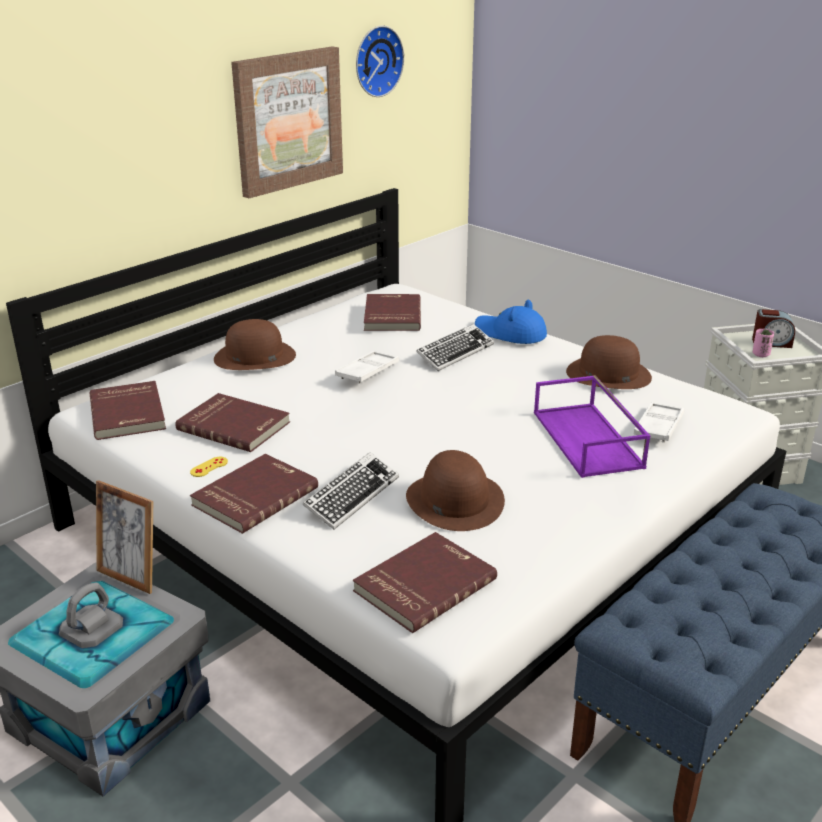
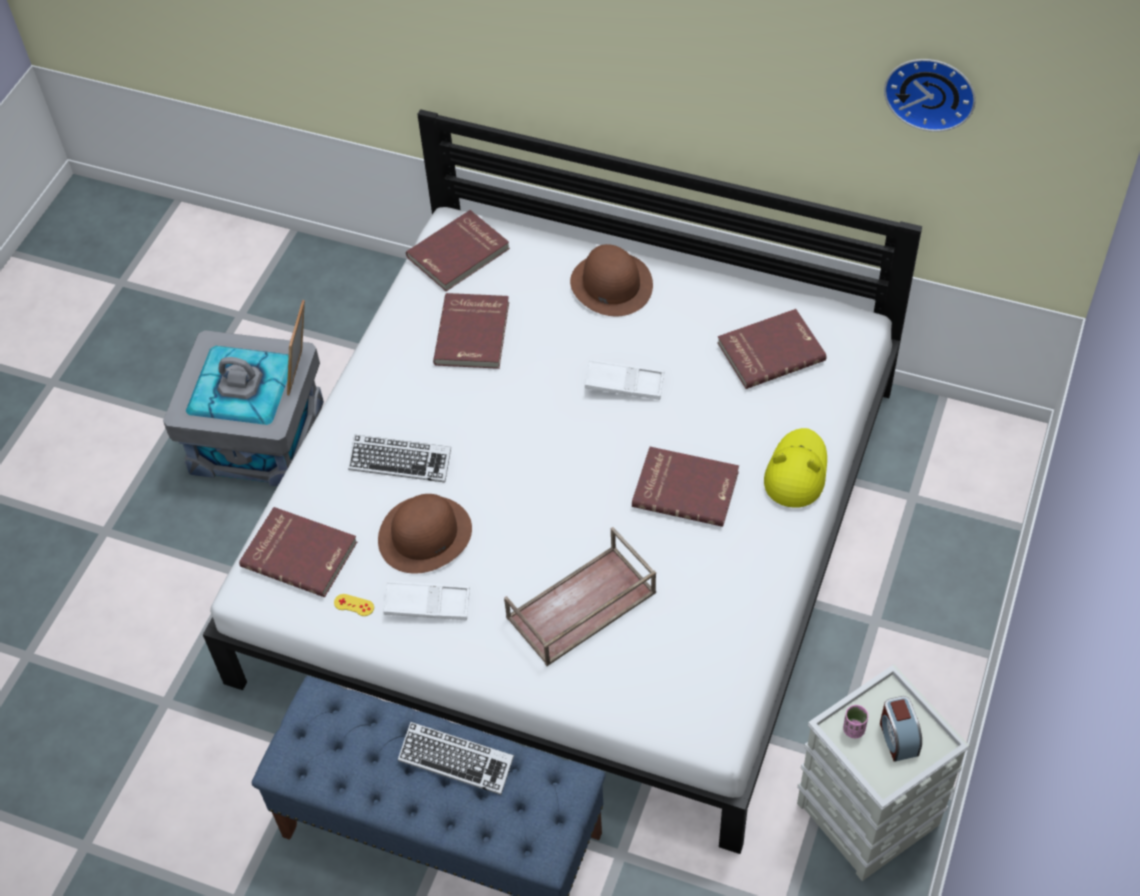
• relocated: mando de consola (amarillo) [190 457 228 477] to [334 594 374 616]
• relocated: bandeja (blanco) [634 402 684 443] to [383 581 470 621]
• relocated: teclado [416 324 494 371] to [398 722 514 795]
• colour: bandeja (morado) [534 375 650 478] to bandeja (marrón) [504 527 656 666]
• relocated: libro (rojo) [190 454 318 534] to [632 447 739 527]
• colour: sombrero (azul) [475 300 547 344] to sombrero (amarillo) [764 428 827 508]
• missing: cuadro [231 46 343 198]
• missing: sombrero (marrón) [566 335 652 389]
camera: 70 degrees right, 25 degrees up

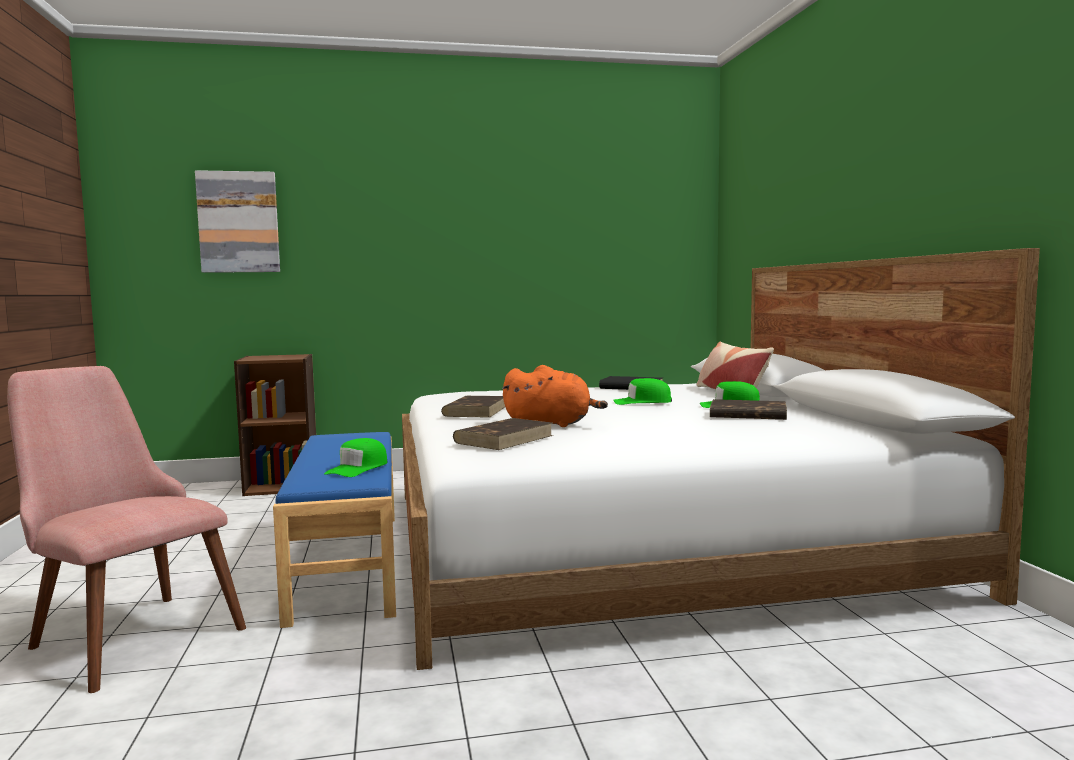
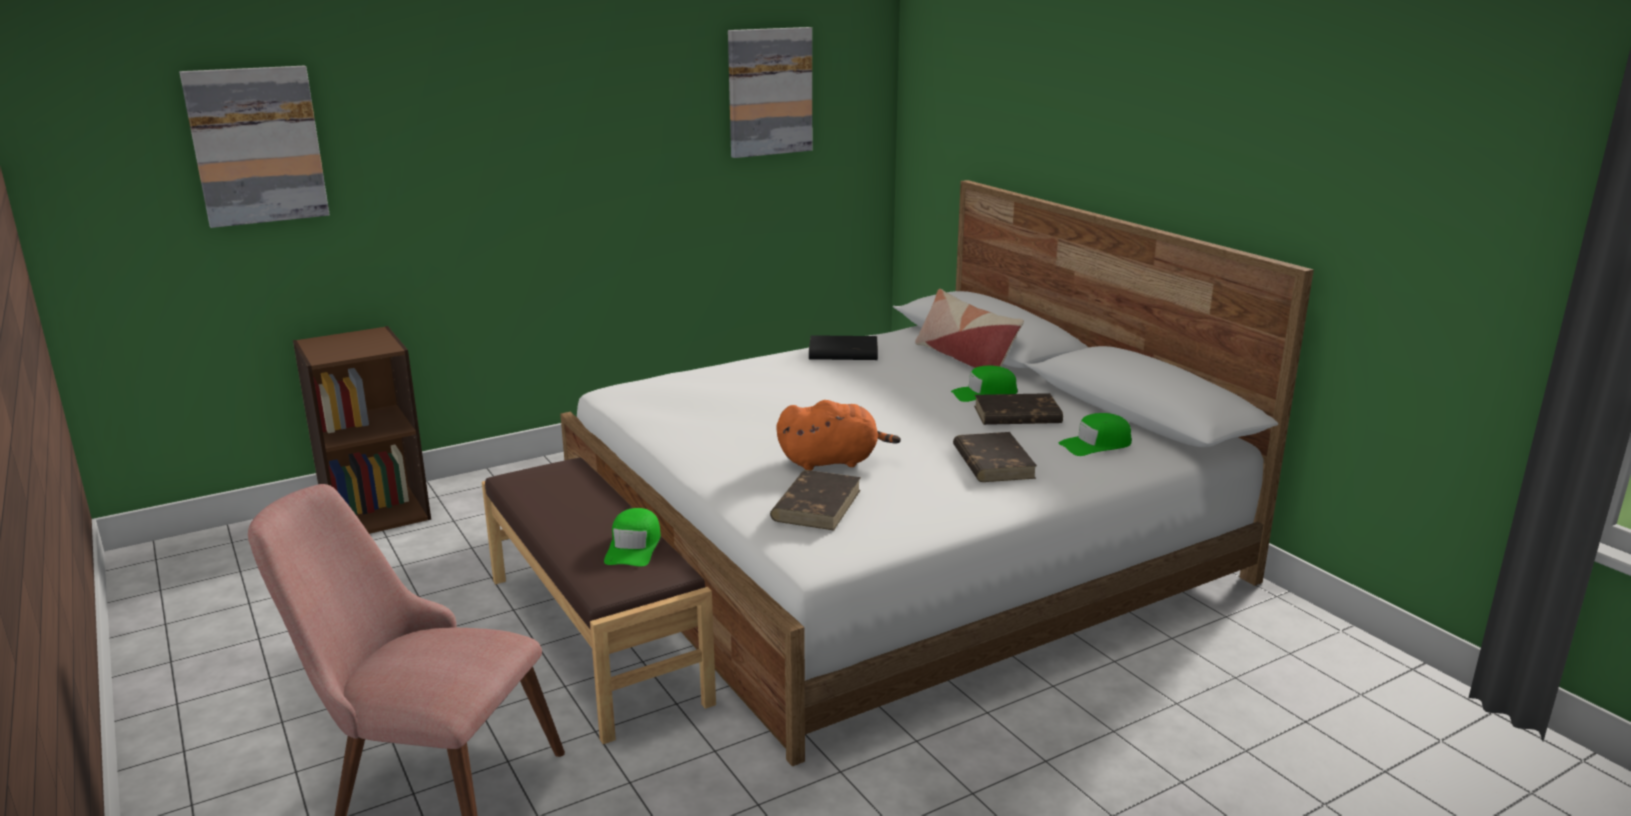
• colour: banco (azul) [273 432 396 628] to banco (marrón) [482 458 716 744]
• appeared: cuadro [728 27 812 158]
• relocated: libro (marrón) [441 396 505 418] to [953 432 1037 482]
• relocated: gorra (verde) [613 378 672 405] to [1058 413 1132 456]
camera: 20 degrees left, 15 degrees up

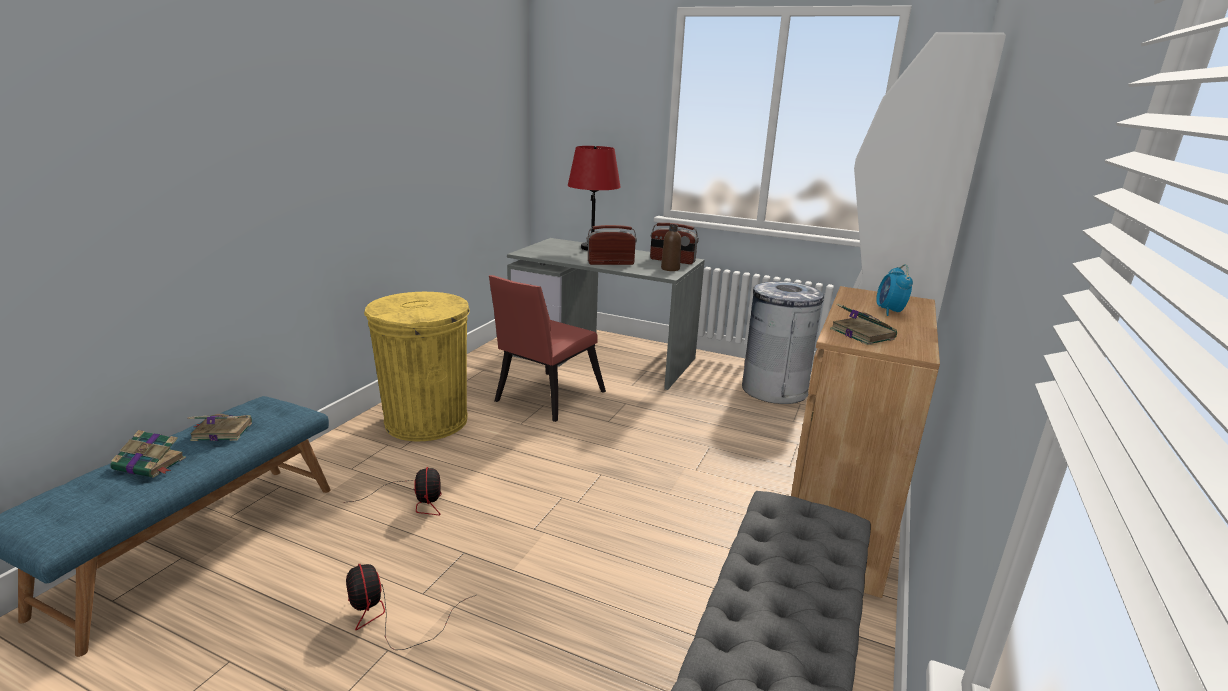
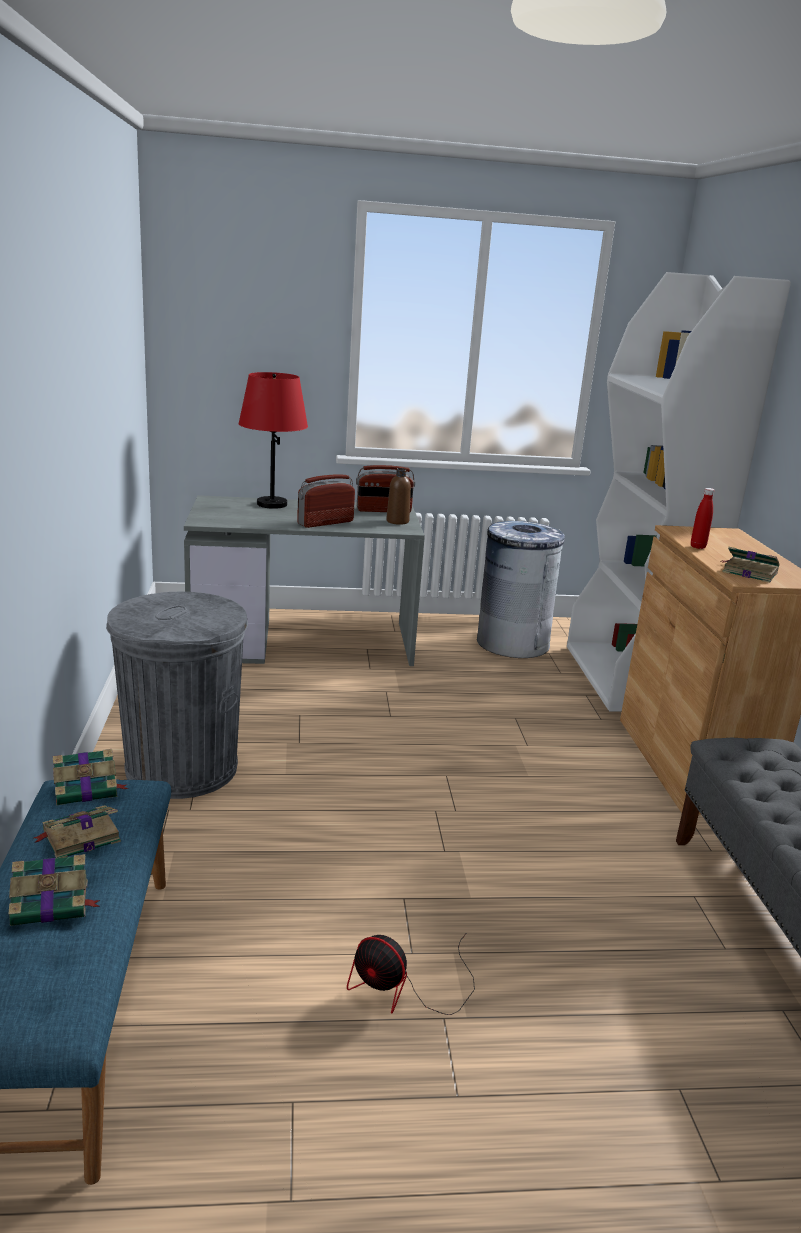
• appeared: libro [53 749 128 805]
• colour: papelera (amarillo) [364 292 470 441] to papelera (gris) [106 592 248 799]
• appeared: botella (rojo) [691 488 715 549]
• missing: ventilador [350 467 442 515]
• missing: silla (rojo) [489 275 606 422]
• missing: despertador [876 264 913 316]
camera: 30 degrees left, 0 degrees up

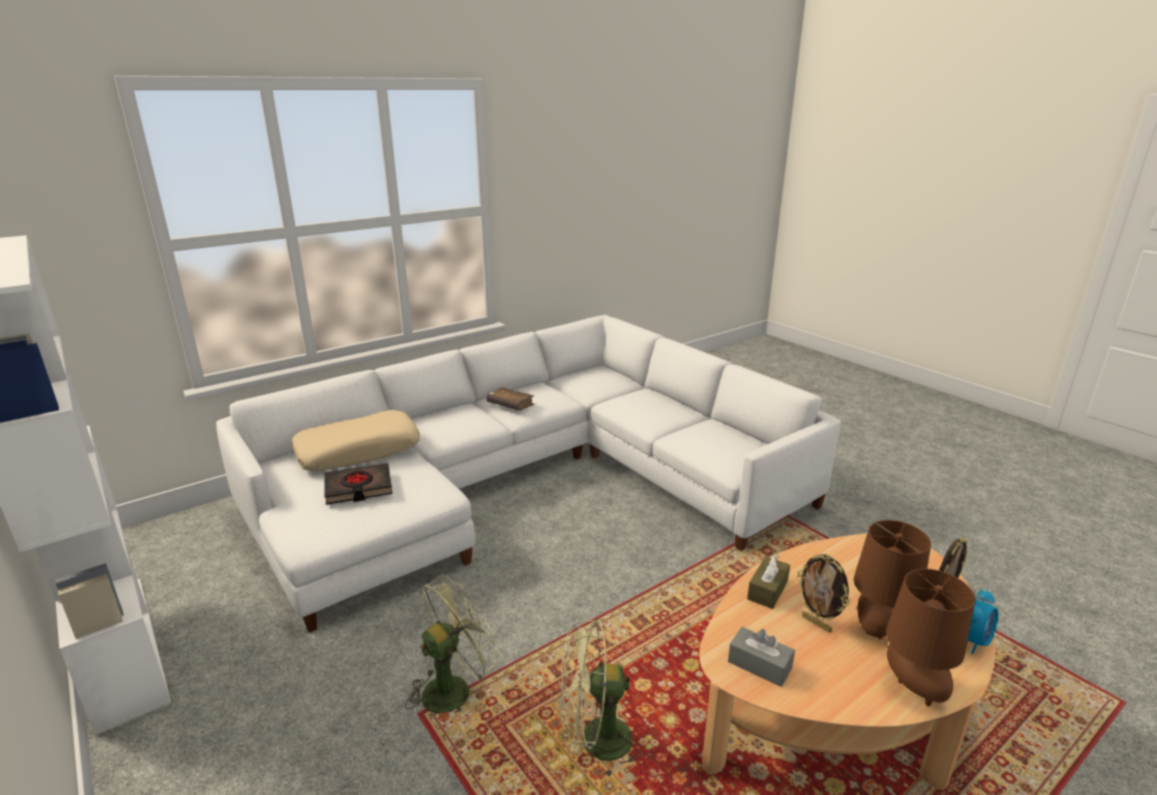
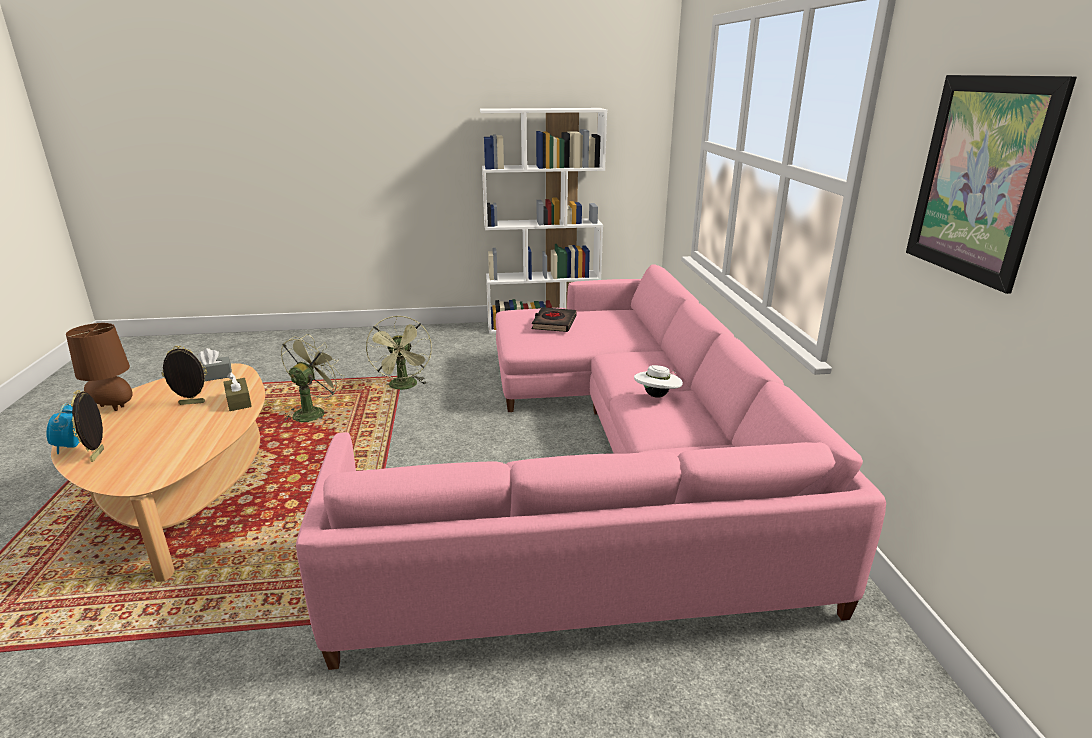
• colour: sofá (blanco) [216 315 841 633] to sofá (rosa) [296 265 886 670]
• exchanged: libro (marrón) [486 387 534 411] to sombrero (blanco) [634 365 683 398]
• appeared: cuadro [906 75 1077 294]
• missing: cojín (beis) [292 410 420 471]
• missing: lámpara de mesa (marrón) [854 520 931 639]
camera: 120 degrees right, 0 degrees up

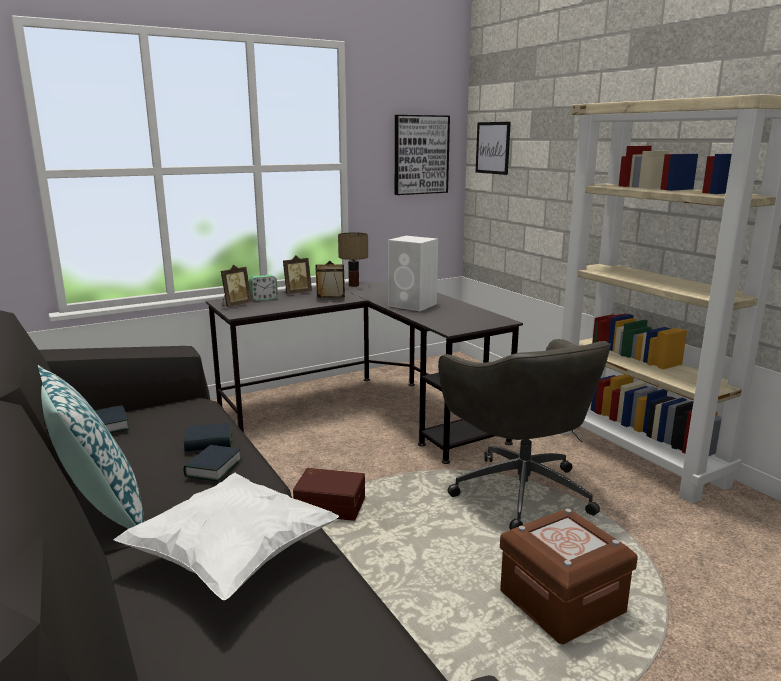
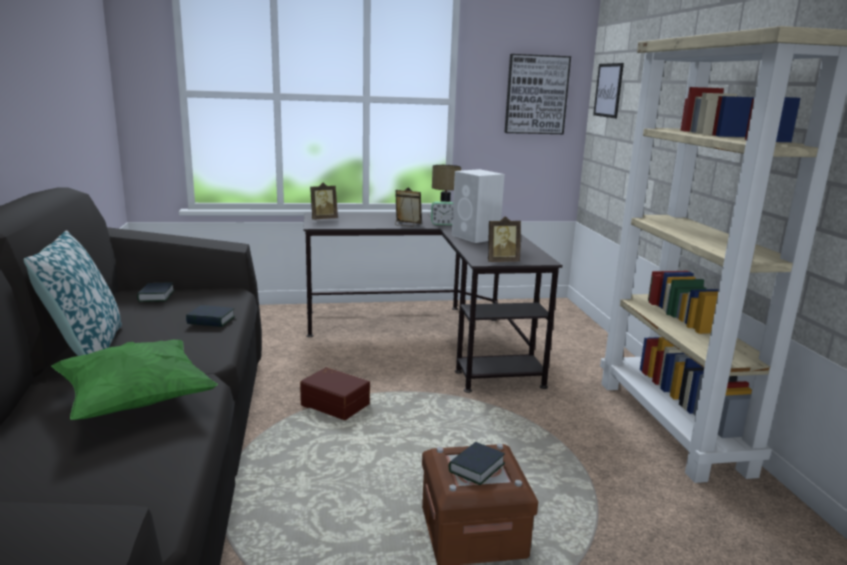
• colour: cojín (blanco) [113 473 339 600] to cojín (verde) [51 340 218 420]
• relocated: despertador [249 274 278 301] to [431 202 453 225]
• relocated: libro [183 445 242 481] to [449 442 505 485]
• relocated: portarretratos [283 255 312 294] to [488 216 521 262]
• missing: silla de oficina (gris) [438 339 611 530]
camera: 20 degrees right, 0 degrees up

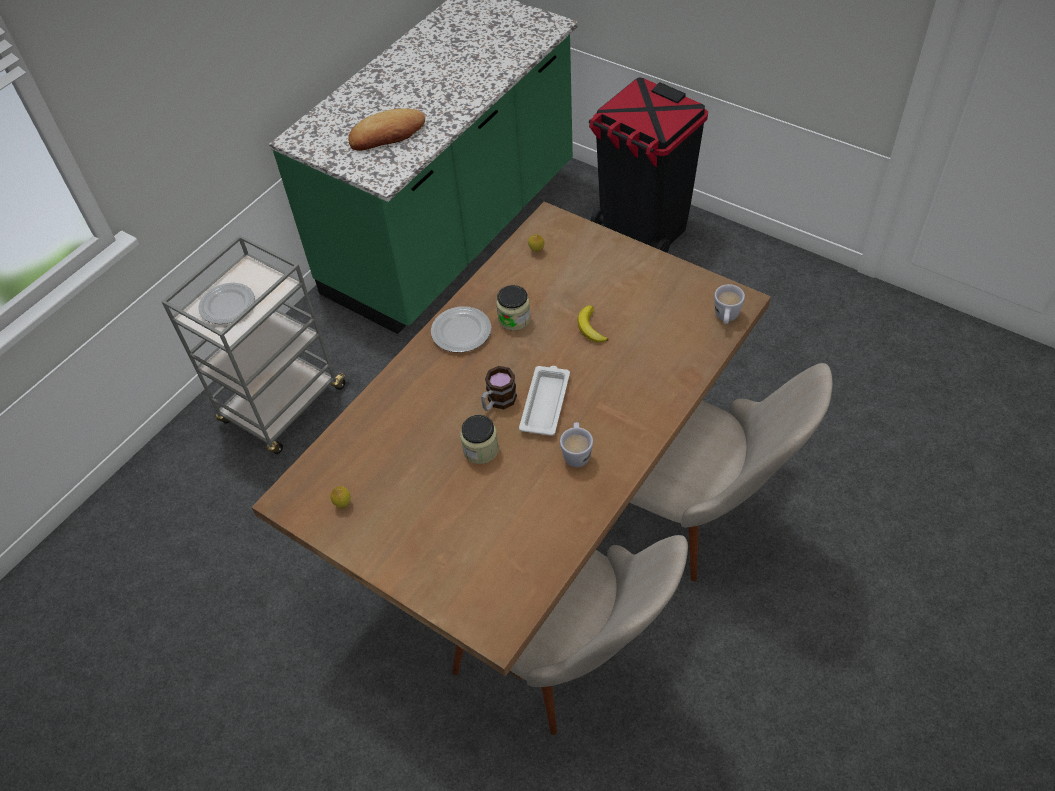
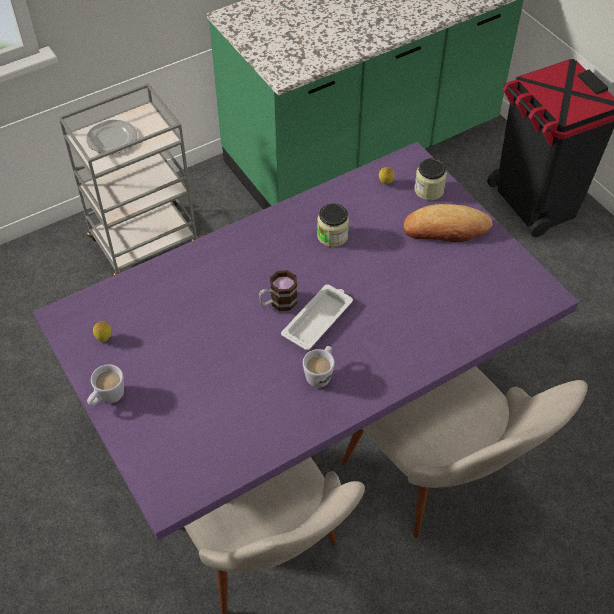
• colour: mesa de comedor (marrón) [252 202 771 680] to mesa de comedor (morado) [33 142 579 541]
• relocated: taza grande (blanco) [714 284 745 324] to [87 364 124 406]
• relocated: pan [348 108 425 150] to [403 204 492 242]
• relocated: tarro [460 415 499 464] to [414 158 447 200]
• missing: plato [431 306 491 353]
• missing: plátano [578 305 609 343]
camera: 20 degrees right, 0 degrees up

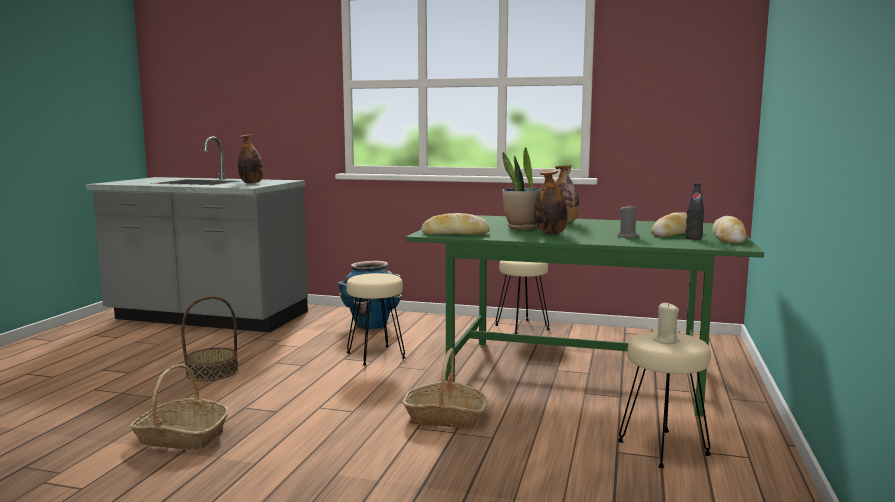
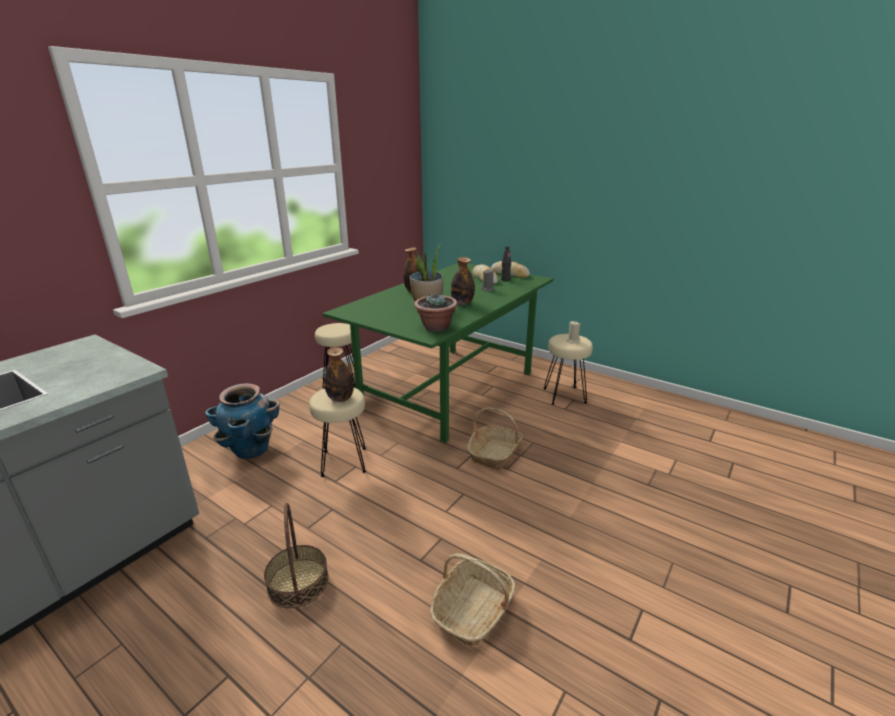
• relocated: botella [238 134 264 184] to [324 347 354 402]
• exchanged: pan [421 213 490 234] to planta en maceta [414 293 458 331]
camera: 70 degrees left, 15 degrees up

